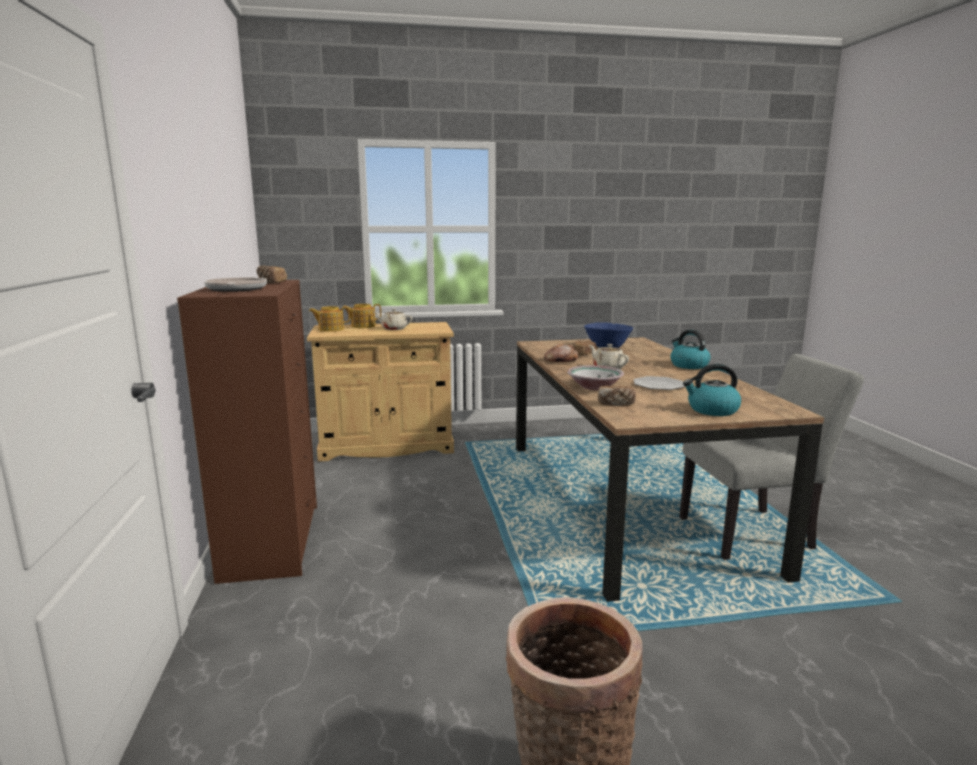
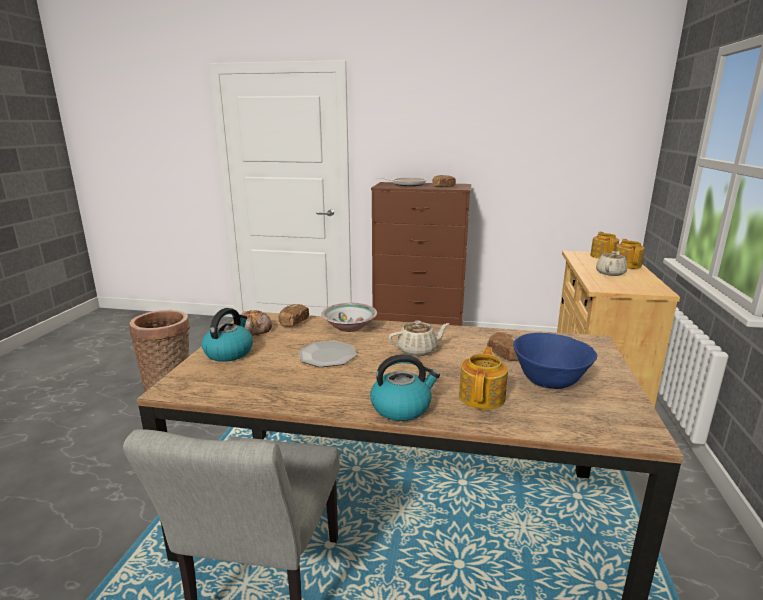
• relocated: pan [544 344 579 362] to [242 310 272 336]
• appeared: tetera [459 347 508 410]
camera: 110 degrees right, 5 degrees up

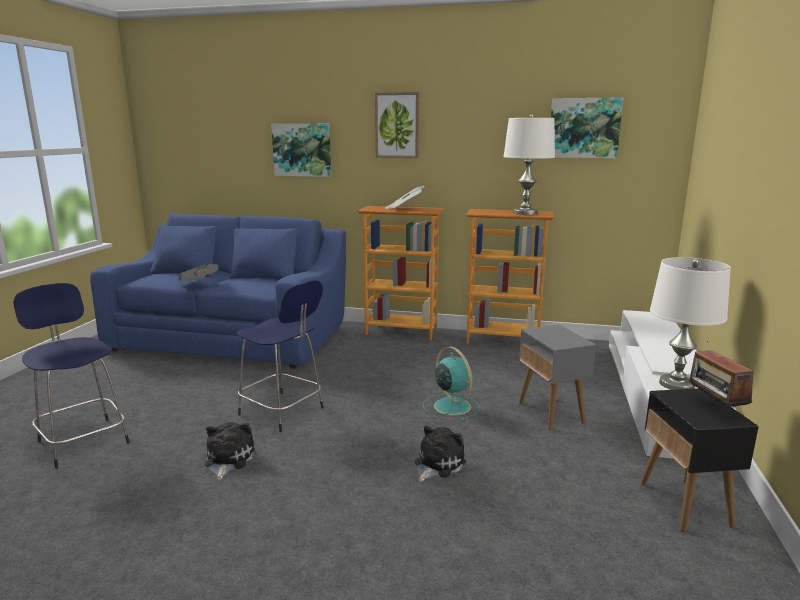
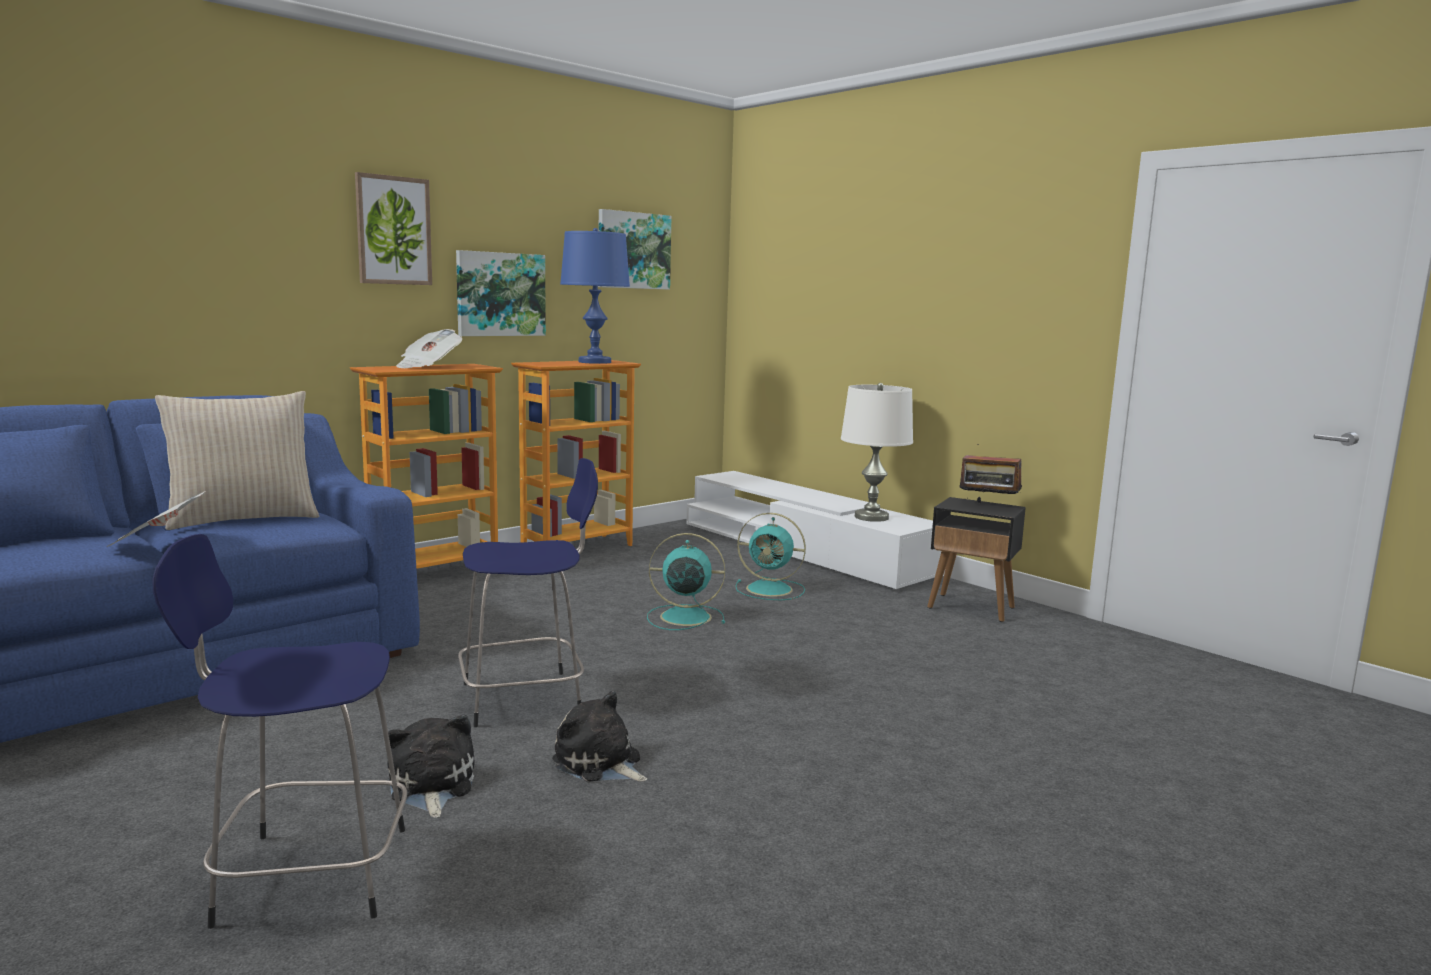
• appeared: cojín (beis) [155 391 319 530]
• relocated: peluche [415 426 466 482] to [387 715 474 818]
• relocated: cuadro [271 123 331 177] to [456 250 546 336]
• colour: lámpara de mesa (blanco) [503 114 555 215] to lámpara de mesa (azul) [560 228 630 364]
• exchanged: mesa auxiliar (gris) [519 325 596 430] to ventilador (turquesa) [735 513 806 600]
camera: 55 degrees left, 5 degrees down

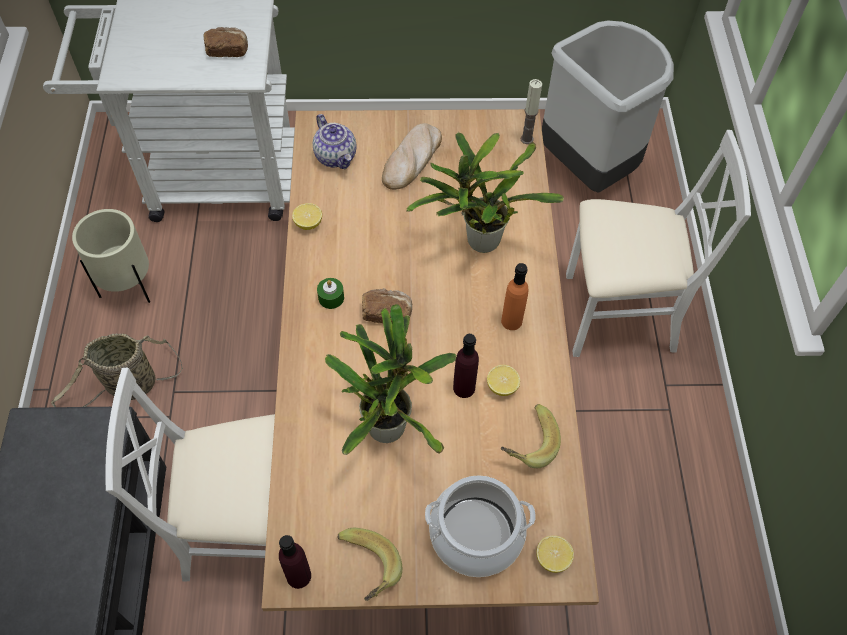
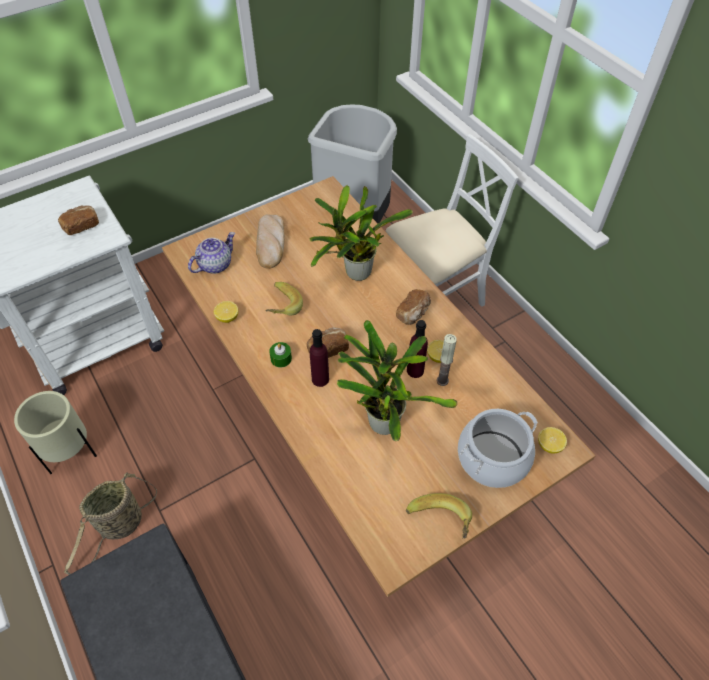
• spun: tetera [313 114 356 169] = [188 232 235 274] 75 degrees counterclockwise
• relocated: plátano [500 404 561 468] to [265 282 303 315]
• relocated: botella (morado) [279 535 311 589] to [310 329 329 387]
• exchanged: botella (naranja) [501 263 528 330] to pan [396 289 431 325]
• relocated: vela [520 79 542 144] to [436 334 457 386]
• missing: silla (blanco) [105 368 275 582]
camera: 30 degrees left, 5 degrees down

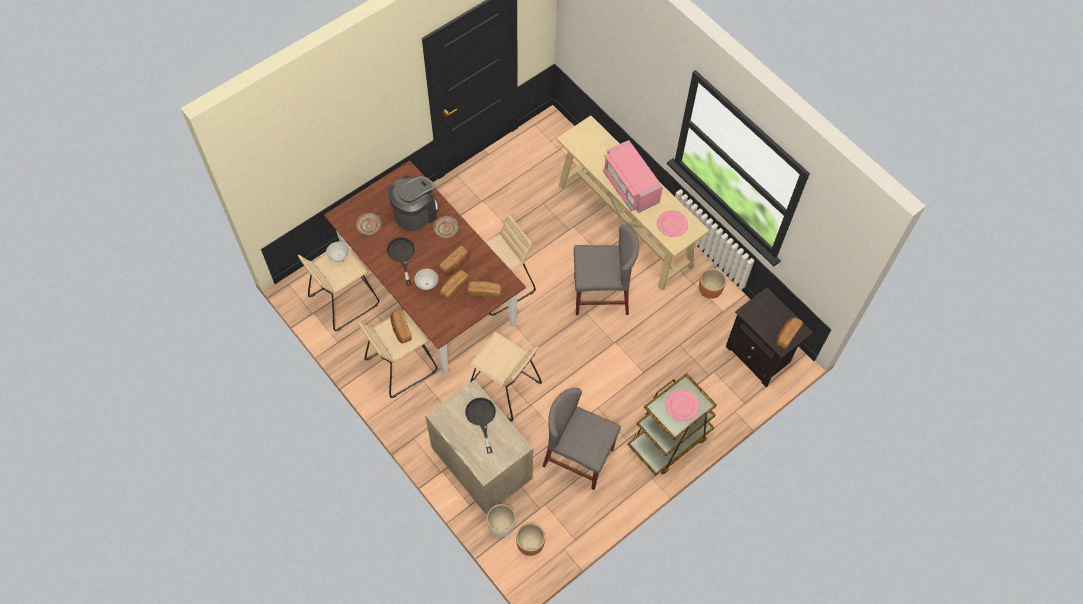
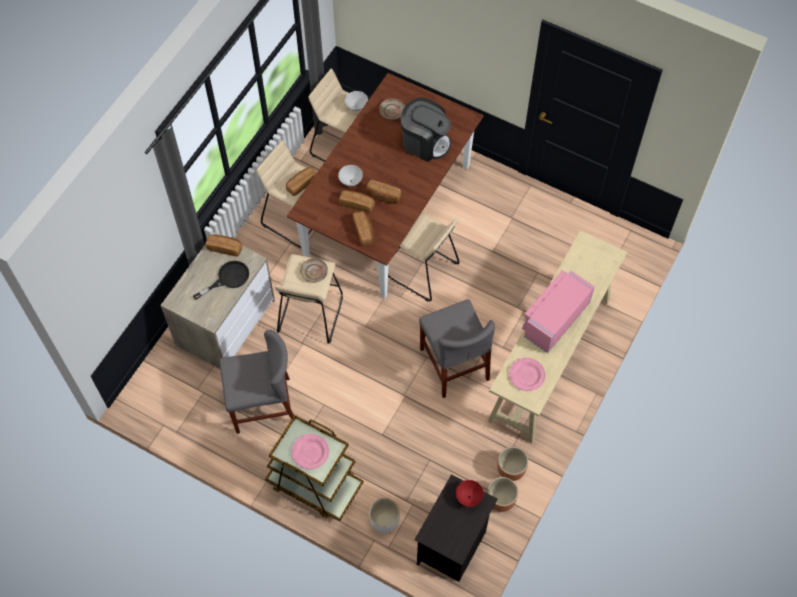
• relocated: pan [776 317 803 349] to [205 235 242 256]
• spun: silla (gris) [542 388 621 490] = [219 330 294 434] 75 degrees clockwise
• relocated: plato (beis) [433 216 459 238] to [300 258 328 283]
• relocated: maceta (blanco) [487 504 516 537] to [369 498 400 533]
• appeared: cuenco (rojo) [456 480 484 507]
• relocated: maceta (marrón) [516 523 545 556] to [487 477 518 512]
• missing: sartén (negro) [387 237 415 286]
camera: 70 degrees right, 0 degrees up

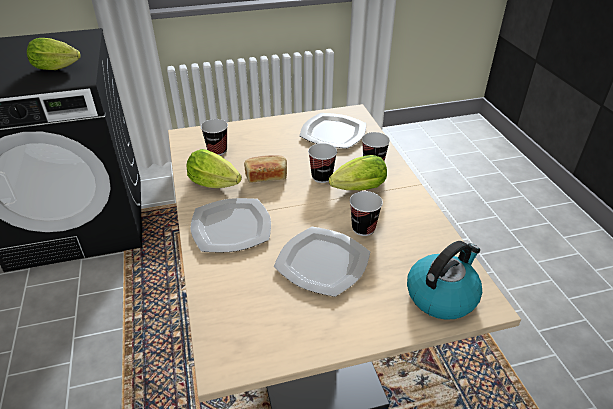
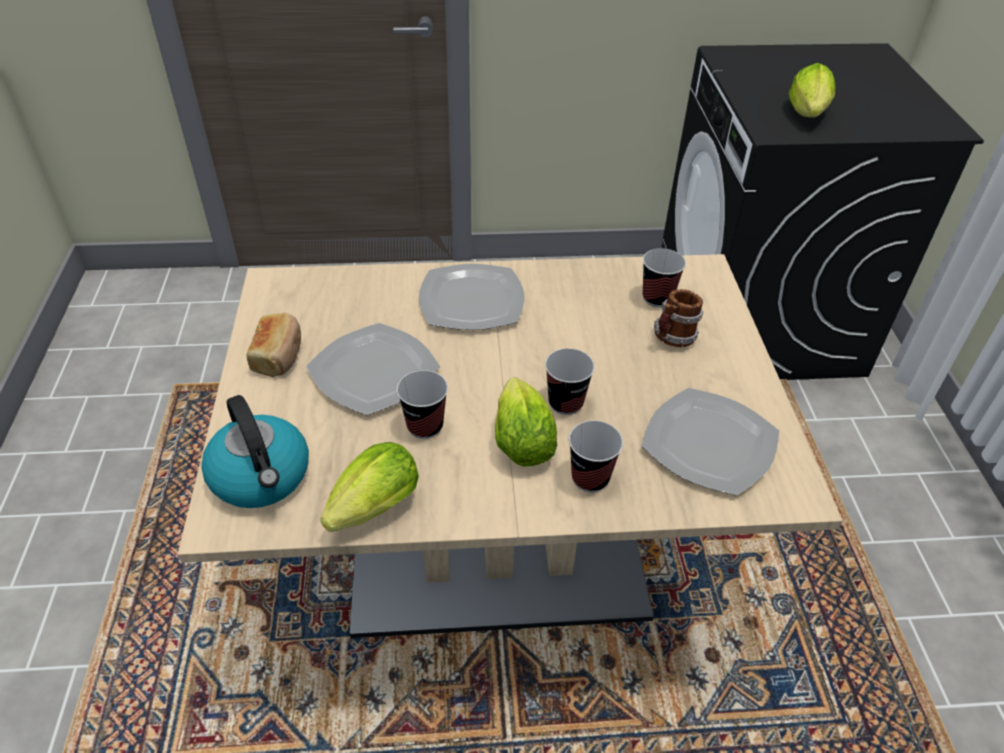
• relocated: pan [244 155 287 183] to [246 313 301 377]
• relocated: lechuga [186 149 242 188] to [320 442 419 532]
• appeared: taza grande [654 289 703 347]
camera: 100 degrees right, 5 degrees up

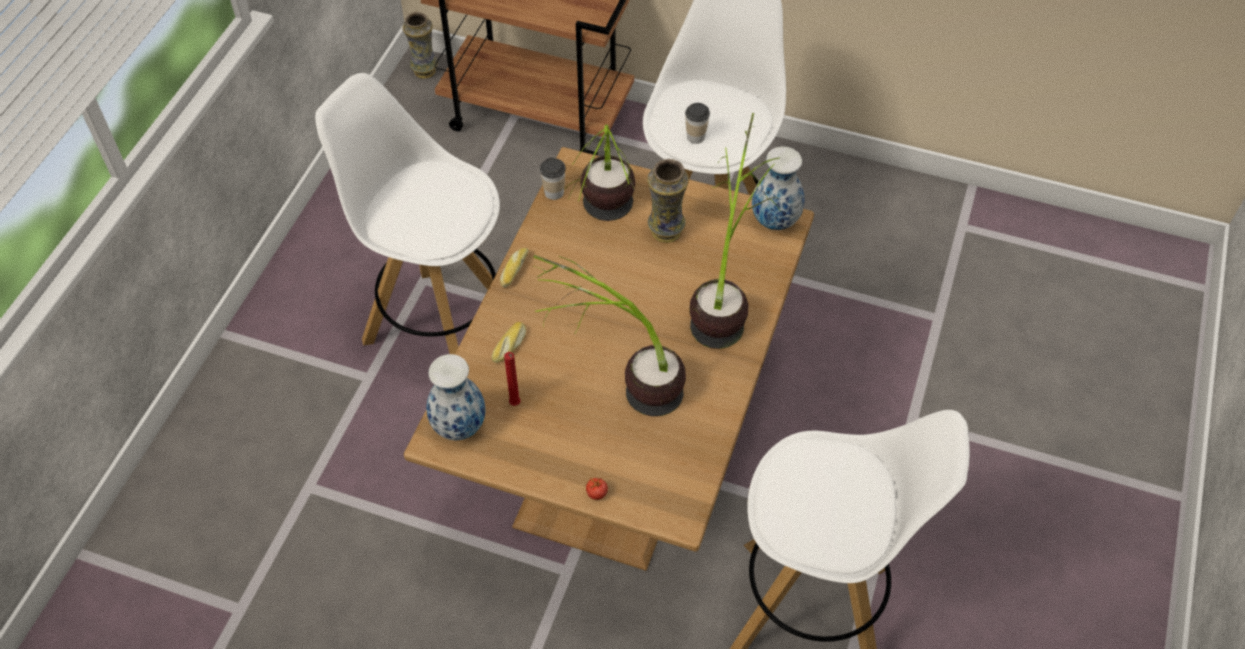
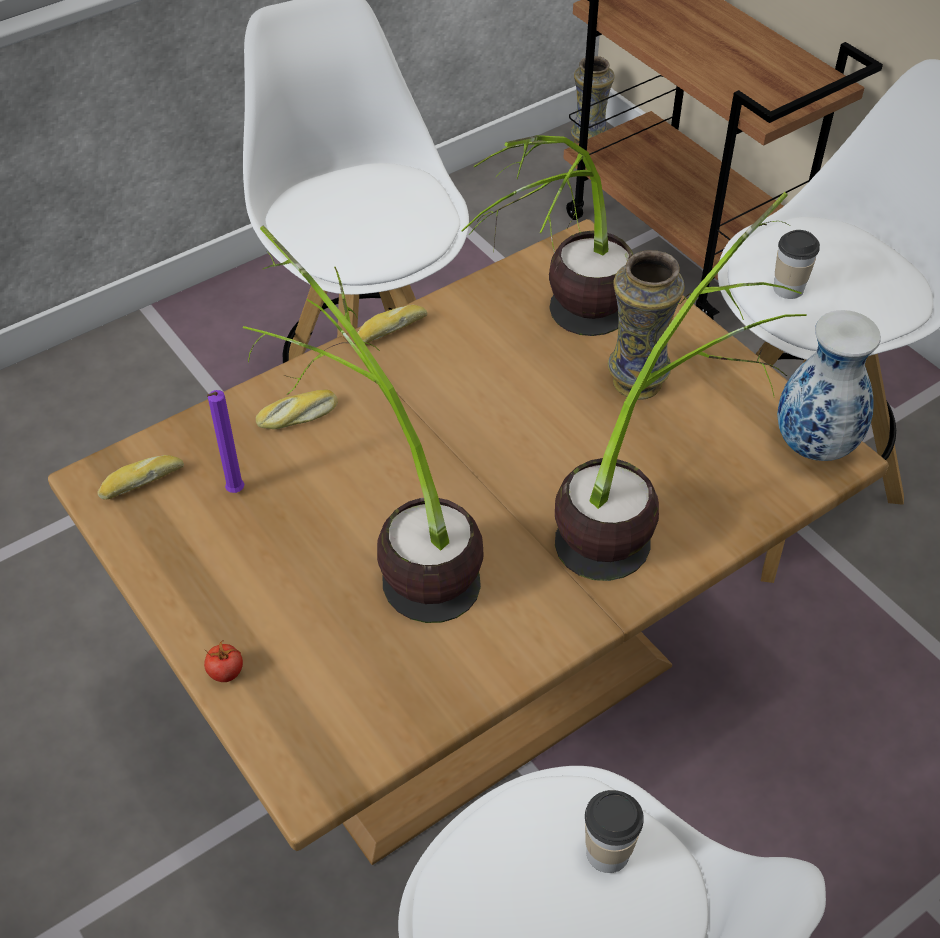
• exchanged: florero [426 354 486 441] to pan [97 455 184 500]
• colour: vela (rojo) [504 352 521 406] to vela (morado) [207 390 244 493]
• relocated: taza [540 158 566 200] to [585 790 644 873]
camera: 35 degrees right, 5 degrees down

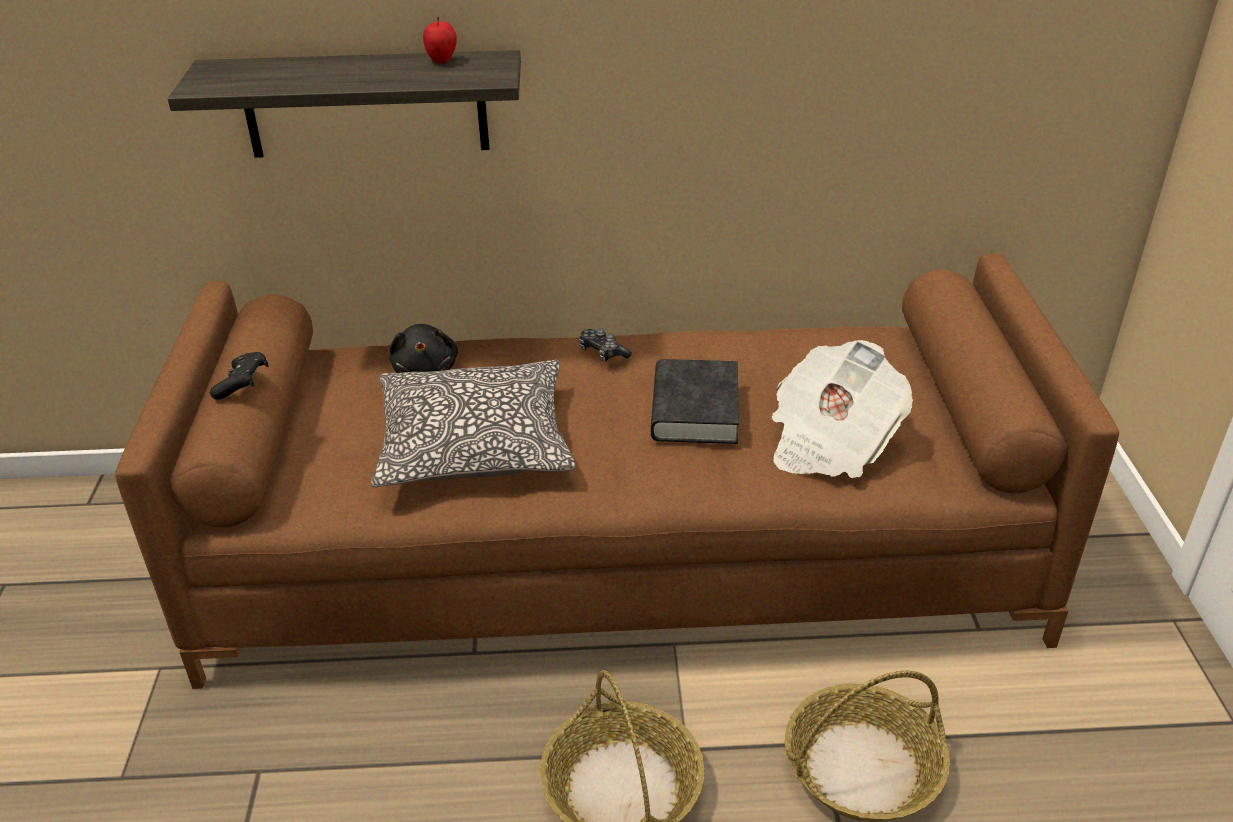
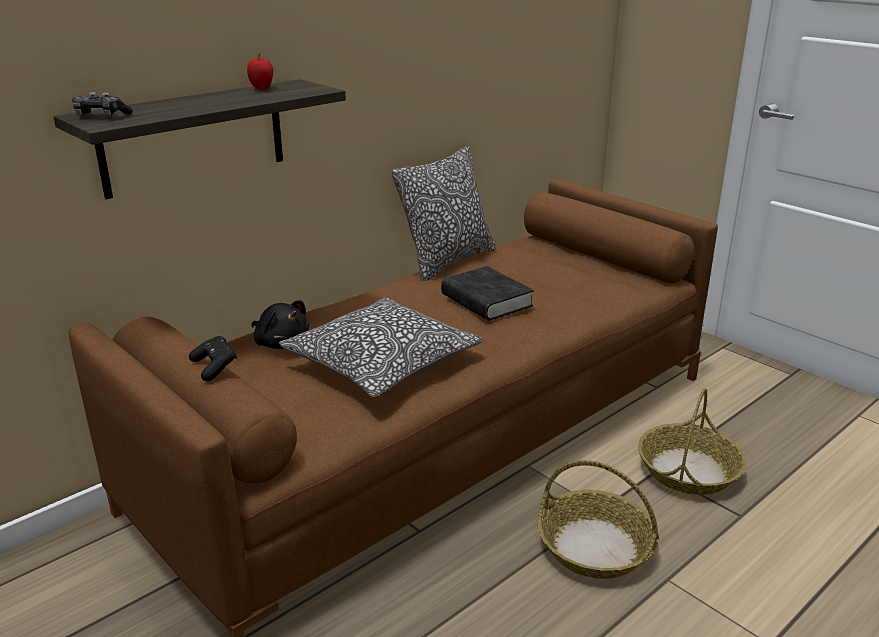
• relocated: mando de consola [579 328 632 362] to [72 92 133 116]
• appeared: cojín [392 146 496 281]
• missing: periódico [772 340 913 478]
camera: 40 degrees left, 10 degrees down

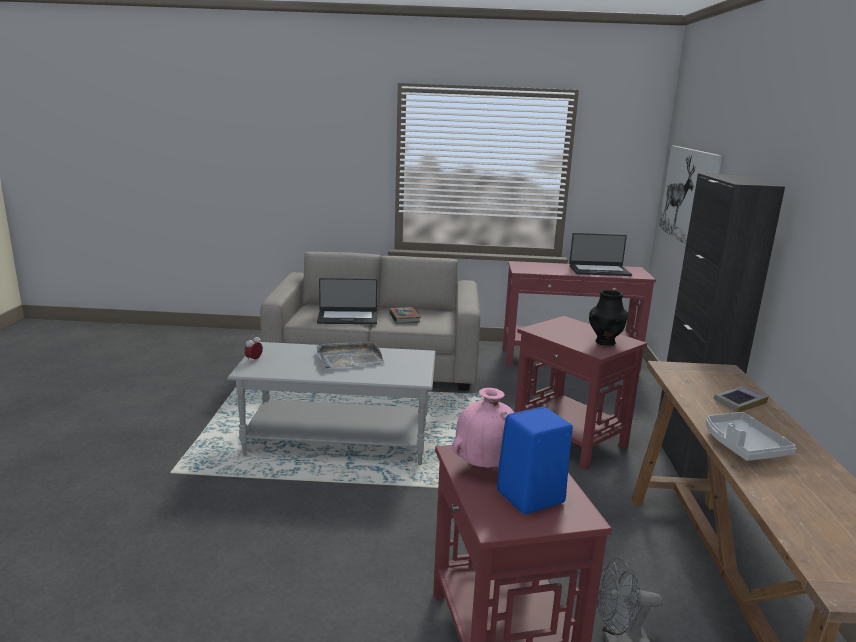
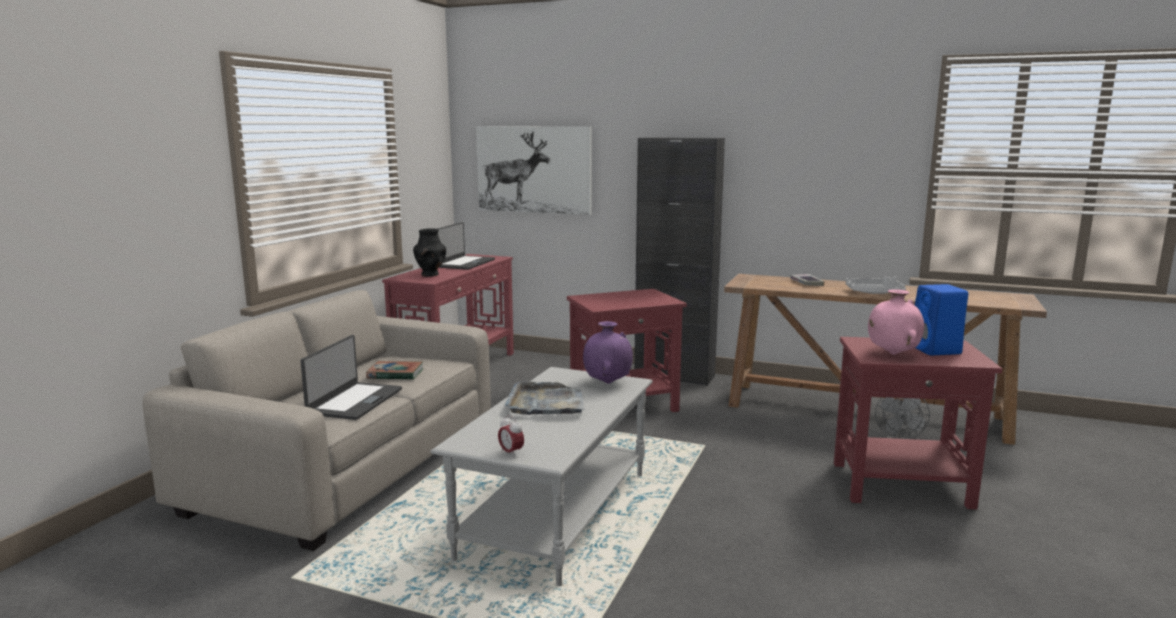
• relocated: florero (negro) [589 290 628 346] to [413 228 446 277]
• appeared: florero (morado) [583 321 633 384]
camera: 70 degrees left, 5 degrees down

